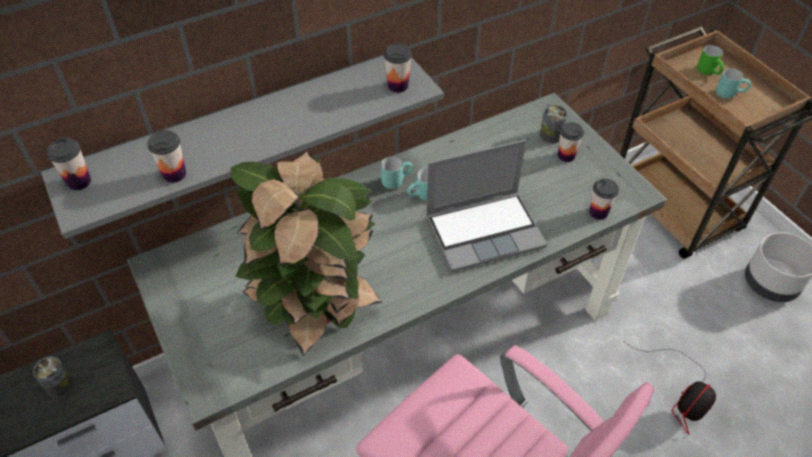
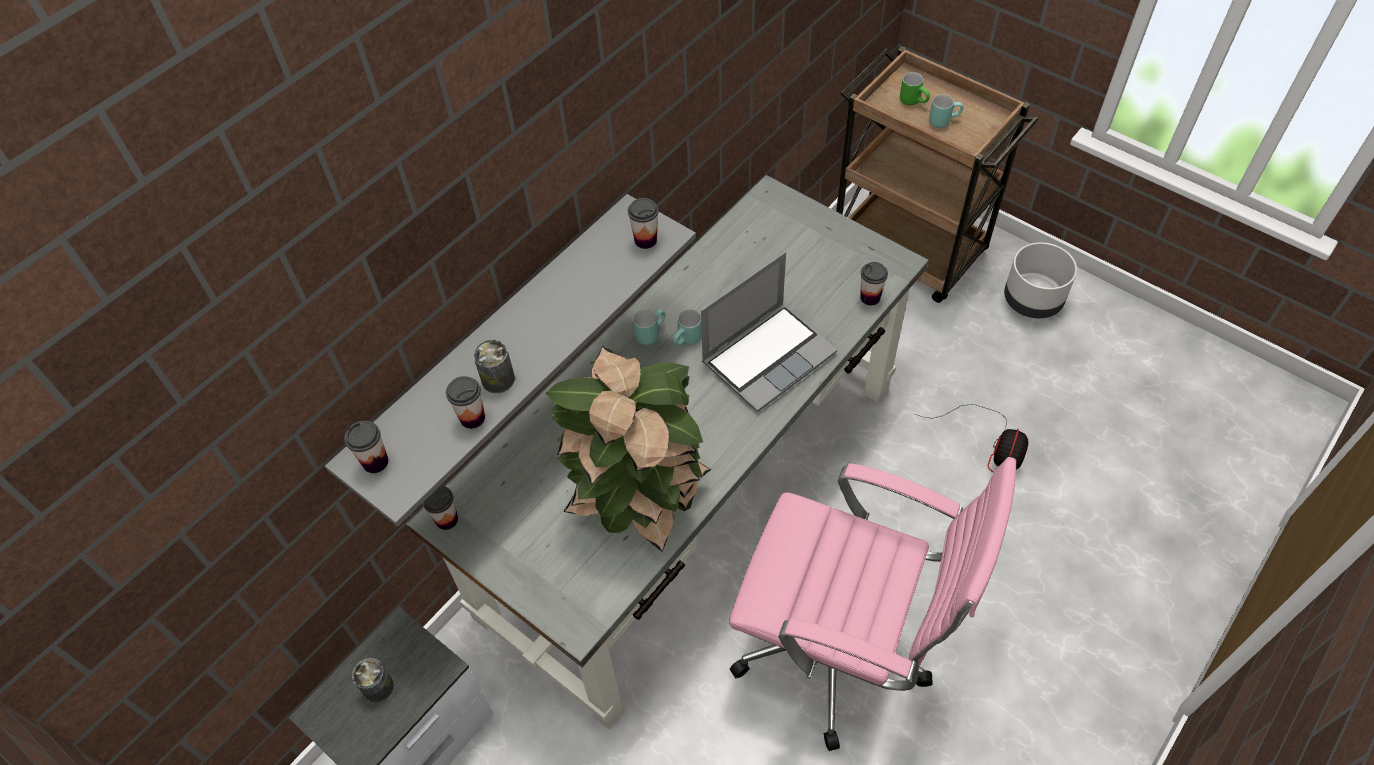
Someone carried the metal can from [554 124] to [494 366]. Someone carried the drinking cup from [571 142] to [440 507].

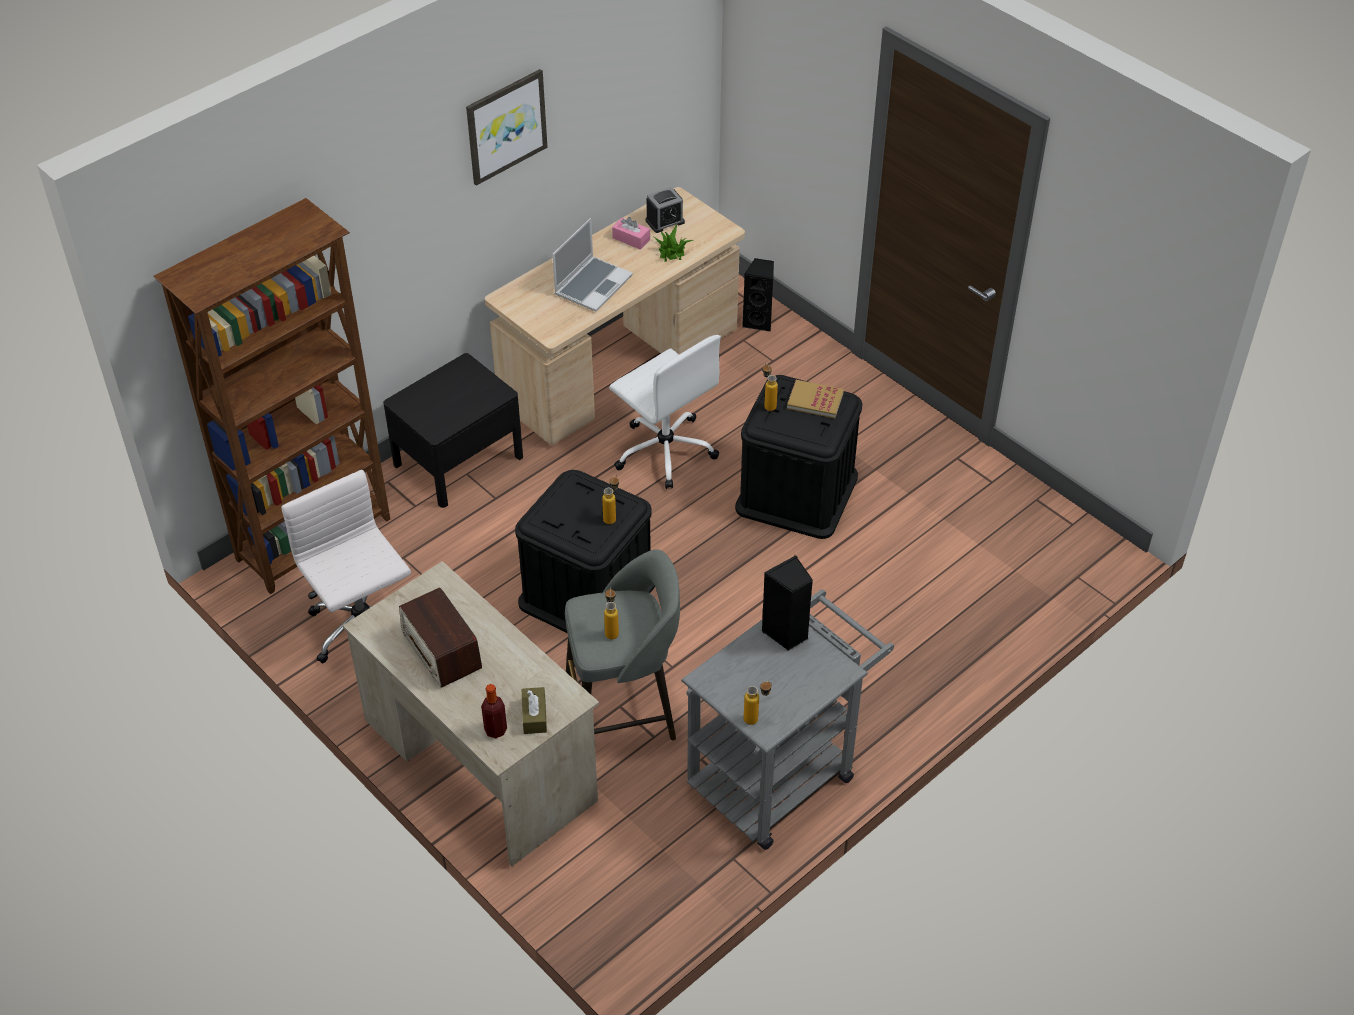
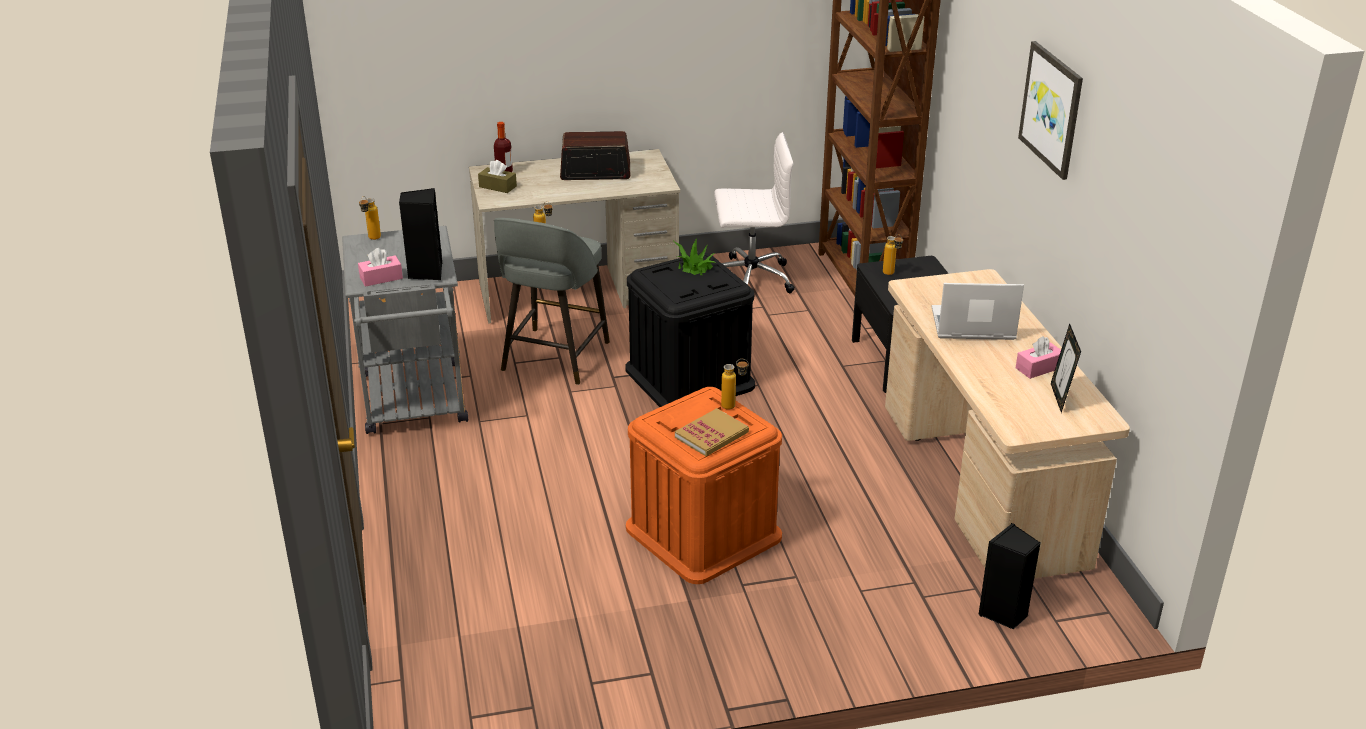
Someone took away the white-coloured office chair at [665 412]. Someone put down the pink tissue holder at [380 267]. Someone carried the bottle from [610 499] to [893 254]. Someone carried the houseplant from [674 243] to [694 256]. Someone swapped the bedside clock at [665 210] for the standing frame at [1066 368]. Someone repainted the black-coloured storage box at [798 457], which became the orange storage box at [704 485]. Someone rotated the notebook computer at [592 265] by 120 degrees clockwise.

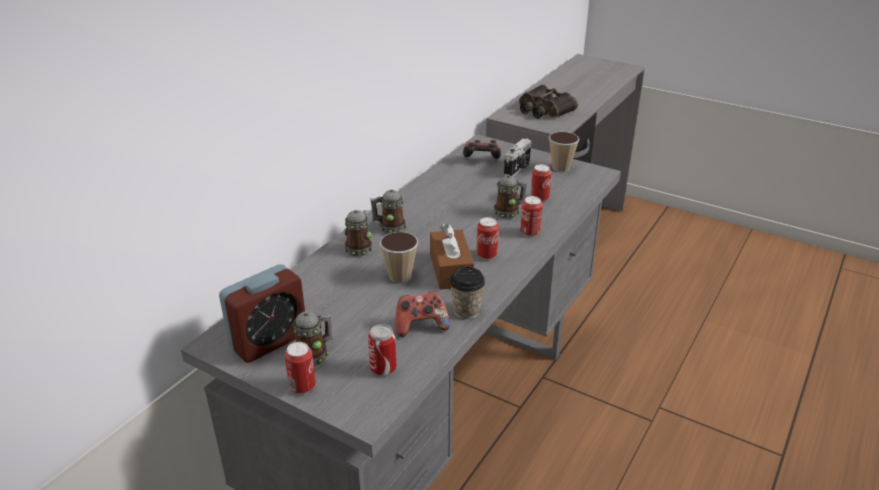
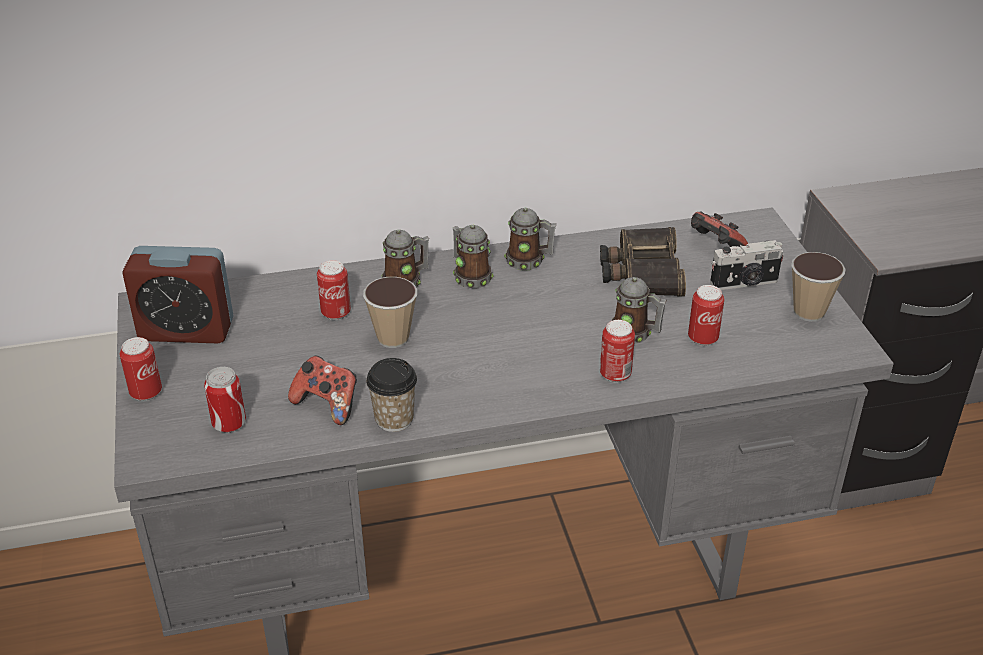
Someone took away the brown tissue holder at [452 257]. Someone carried the tea mug from [312 338] to [530 239]. Someone carried the metal can from [488 238] to [334 290]. Someone carried the binoculars from [548 102] to [643 262].

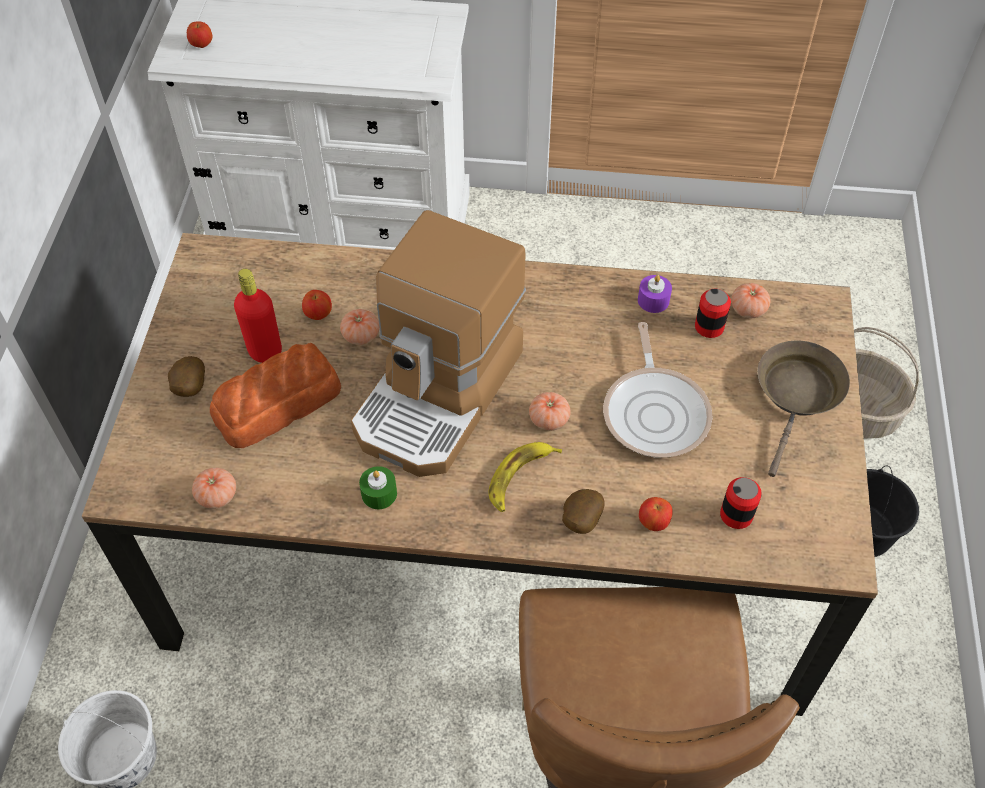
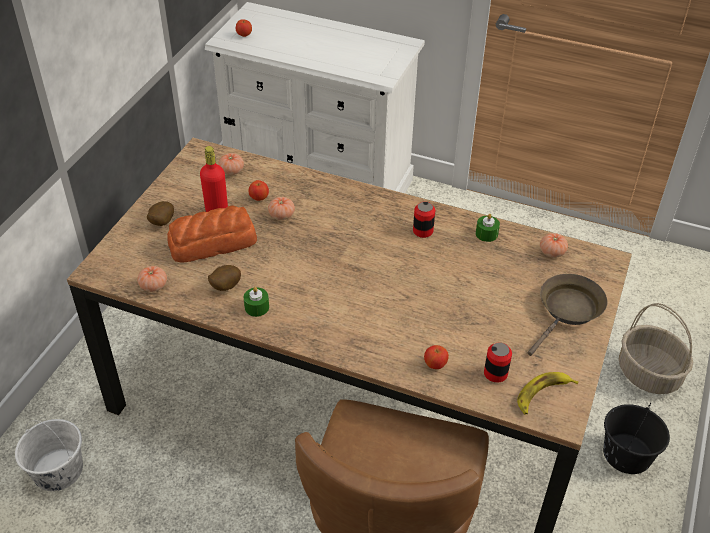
Someone took away the coffee machine at [438 343]. Someone took away the skillet at [658 390]. Someone carried the banana from [525 477] to [548 393]. Someone carried the tomato from [550 411] to [231 164]. Someone carried the potato from [583 511] to [224 278]. Someone carried the metal can from [713 313] to [424 220]. Someone repainted the purple-coloured wax candle at [655 294], which became the green wax candle at [488 228].

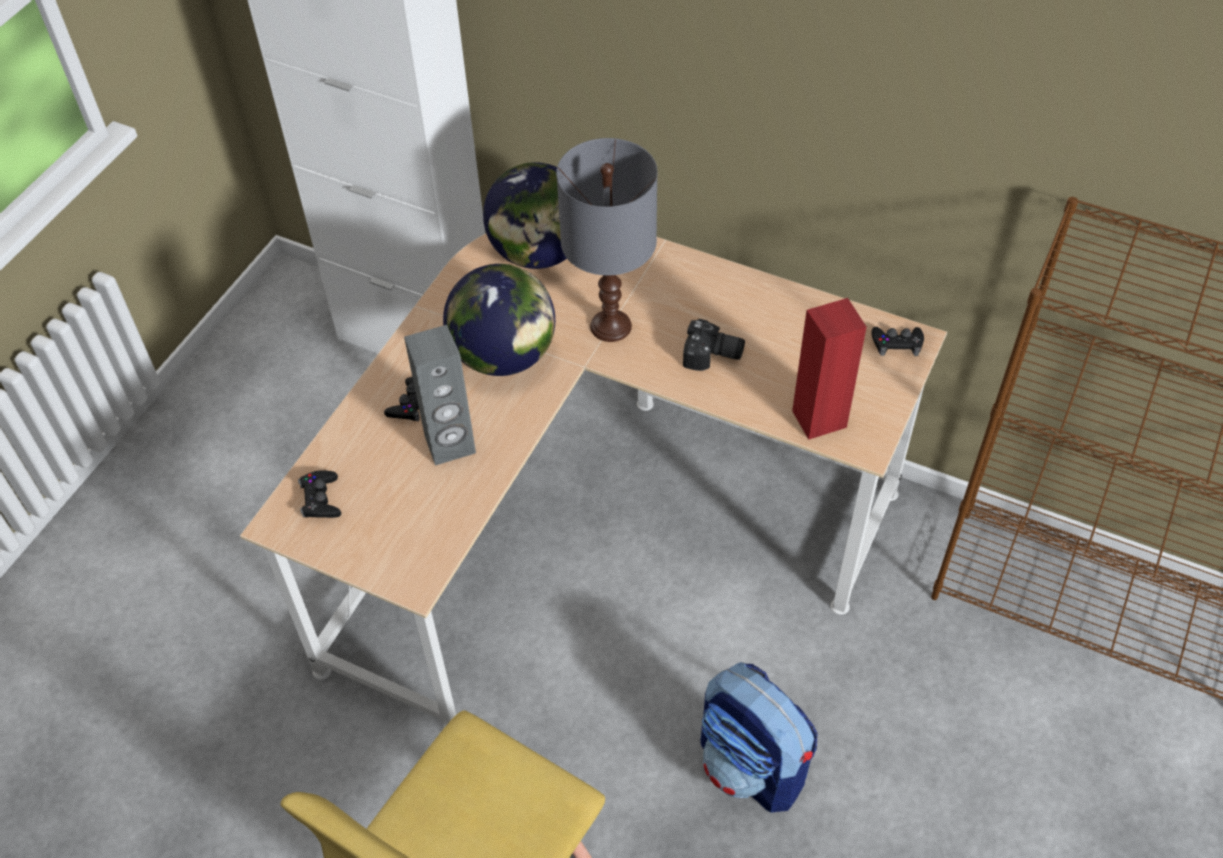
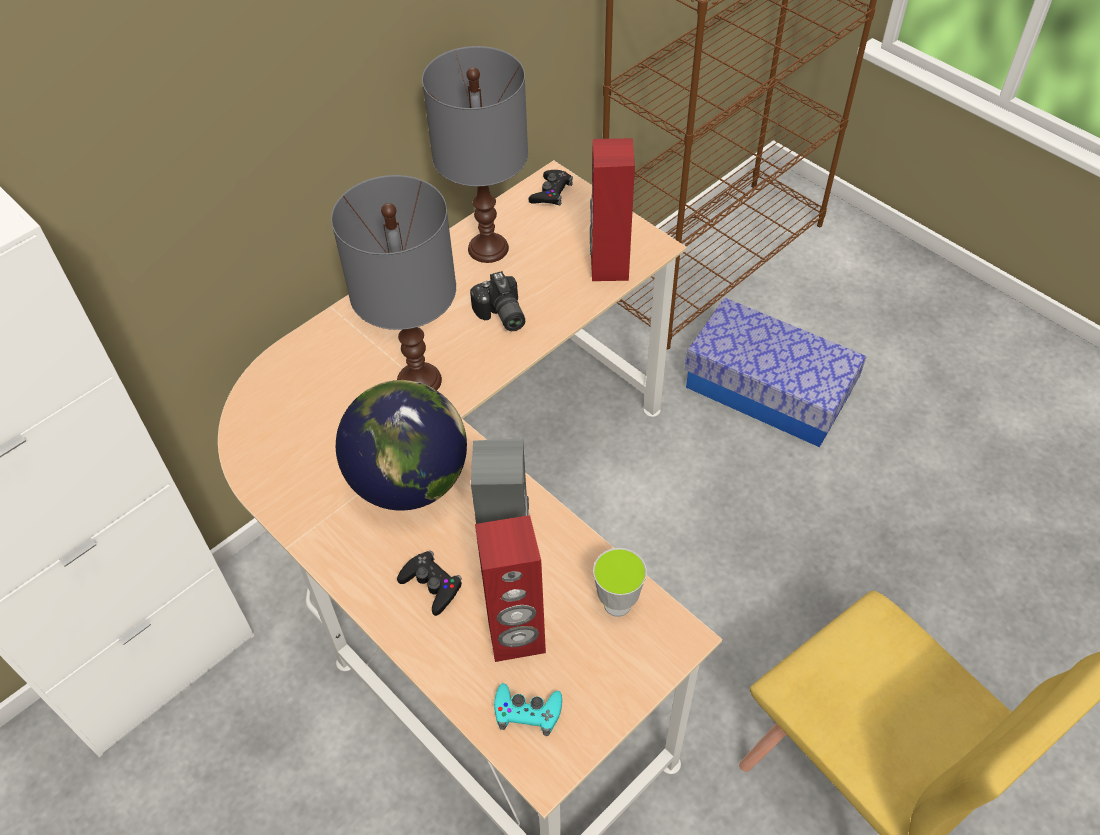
Someone took away the globe at [525 215]. Someone took away the rucksack at [758 737]. Someone put down the greyish tabletop lamp at [475 154]. Someone put down the red speaker at [510 588]. Someone put down the drinking cup at [620 582]. Someone put down the storage box at [775 372]. Someone repainted the black-coloured game controller at [319 494], which became the turquoise-coloured game controller at [528 709]. Someone rotated the still camera at [714 345] by 120 degrees clockwise.

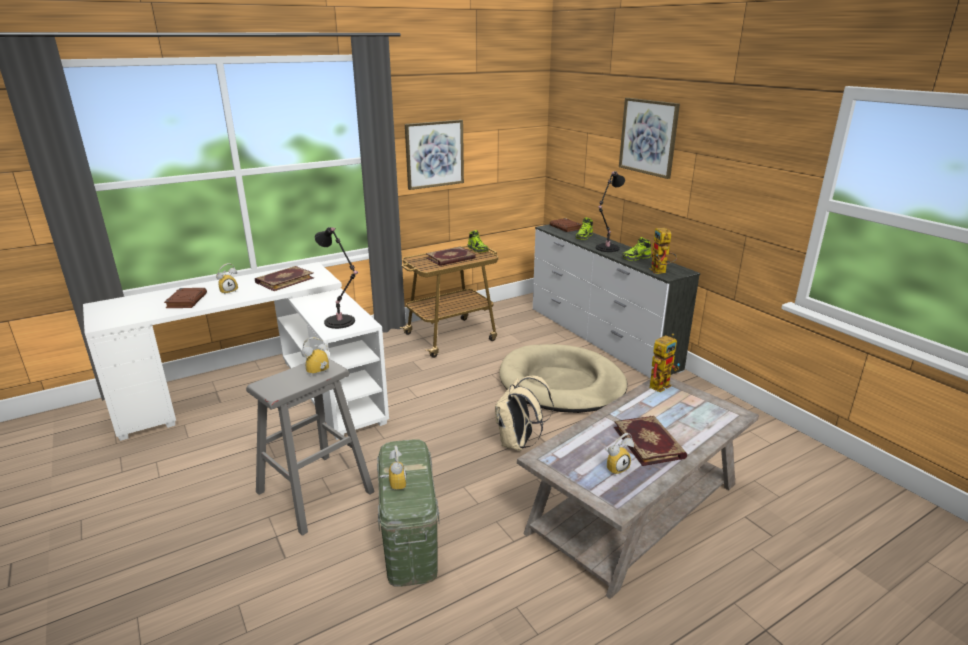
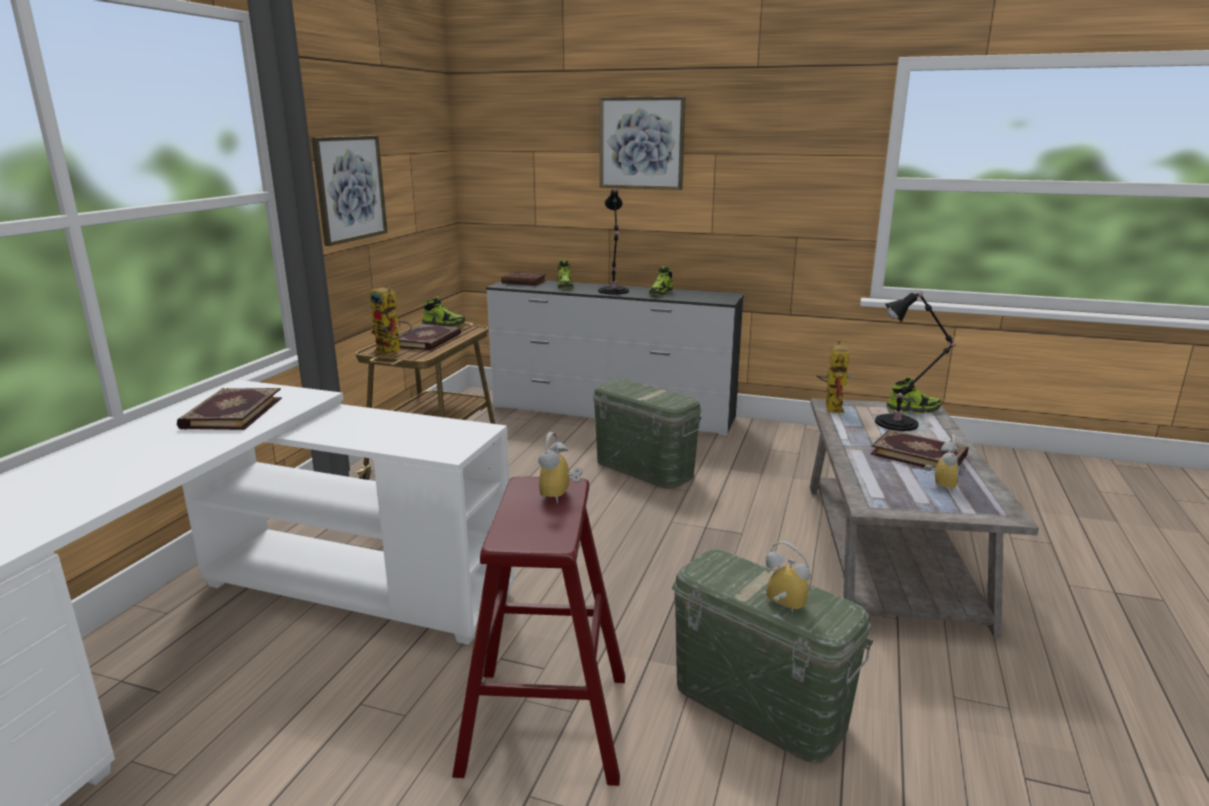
Someone took away the brown book at [185 298]. Someone took away the bedside clock at [227 278]. Someone took away the beige rucksack at [524 413]. Someone put down the low shoe at [914 396]. Someone carried the black-coloured tabletop lamp from [337 278] to [915 361]. Someone carried the toy robot from [663 251] to [390 321]. Someone swapped the beige dog bed at [563 378] for the green storage box at [647 434]. Someone repainted the greyish stool seat at [310 447], which became the red stool seat at [538 631].

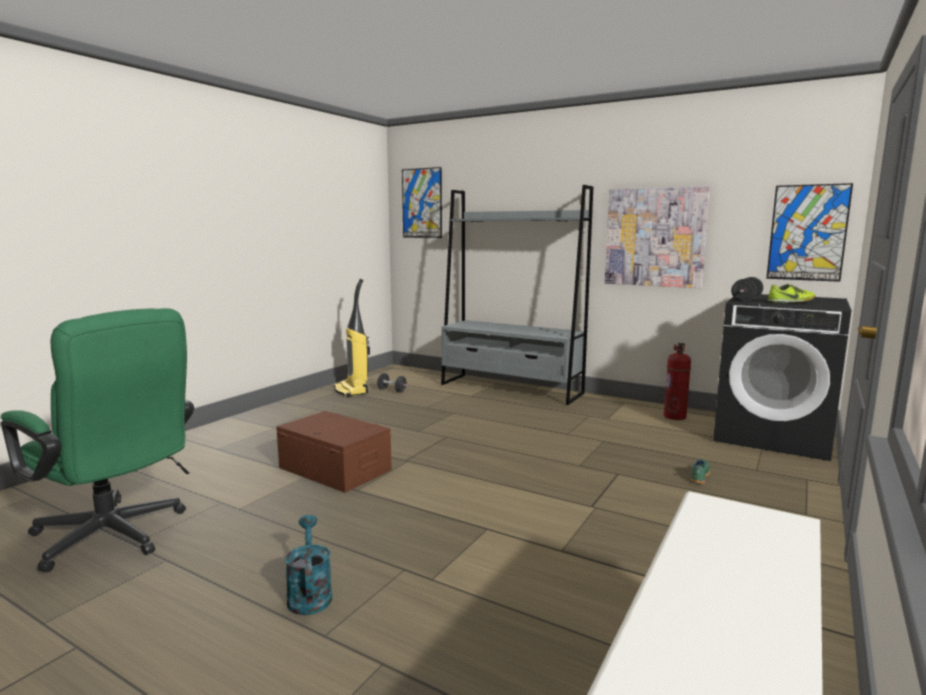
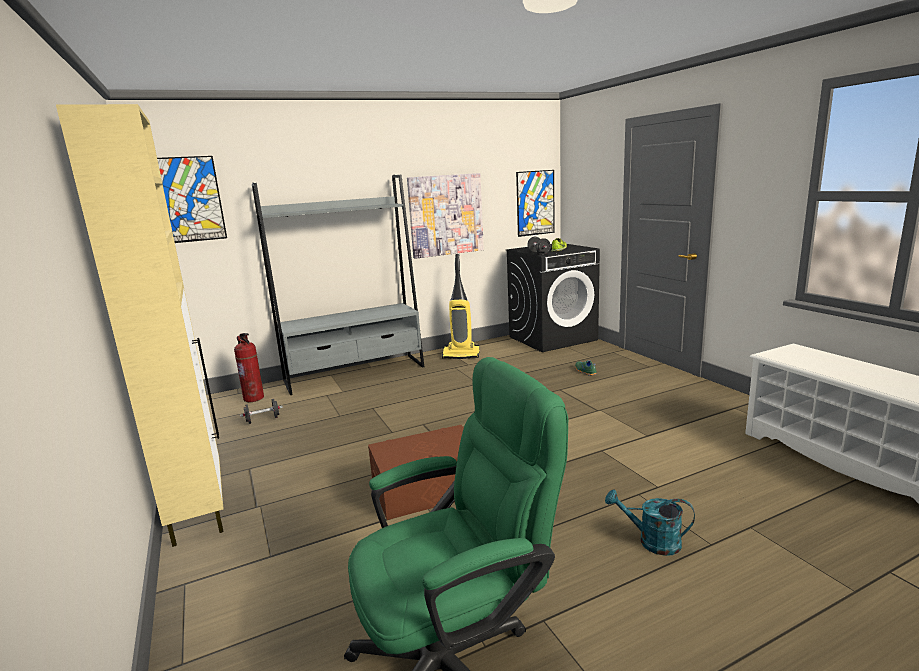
Someone put down the beige cabinet at [140 325]. Someone carried the hoover from [352 338] to [461 306]. Someone carried the fire extinguisher from [677 381] to [249 367].

